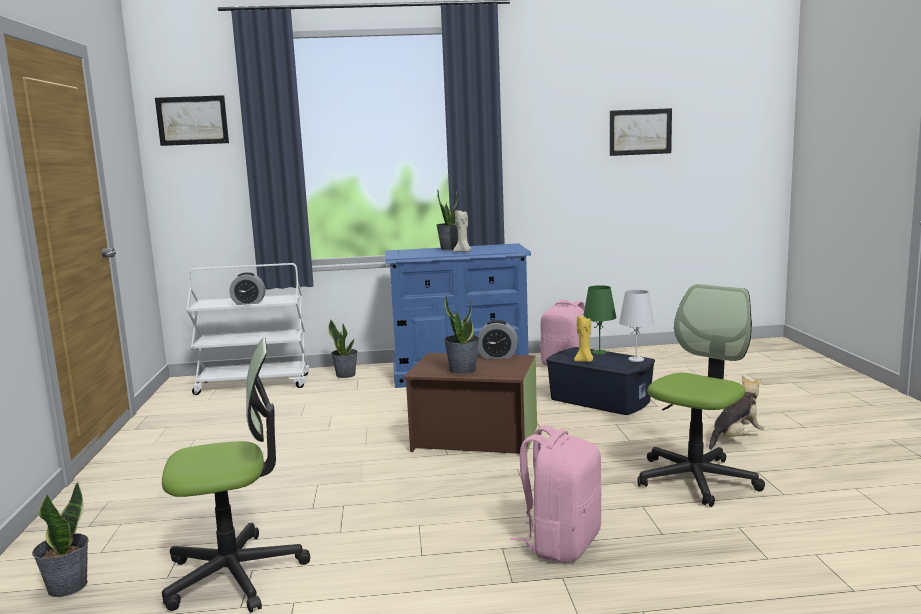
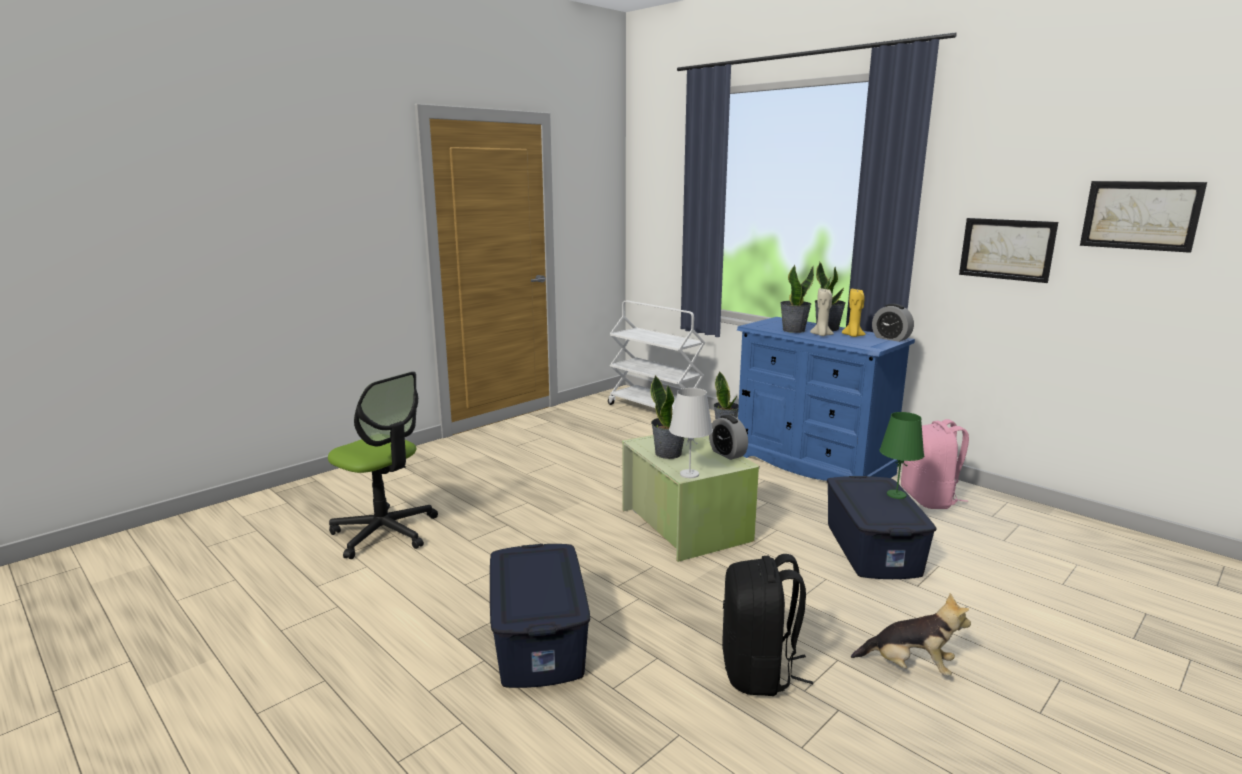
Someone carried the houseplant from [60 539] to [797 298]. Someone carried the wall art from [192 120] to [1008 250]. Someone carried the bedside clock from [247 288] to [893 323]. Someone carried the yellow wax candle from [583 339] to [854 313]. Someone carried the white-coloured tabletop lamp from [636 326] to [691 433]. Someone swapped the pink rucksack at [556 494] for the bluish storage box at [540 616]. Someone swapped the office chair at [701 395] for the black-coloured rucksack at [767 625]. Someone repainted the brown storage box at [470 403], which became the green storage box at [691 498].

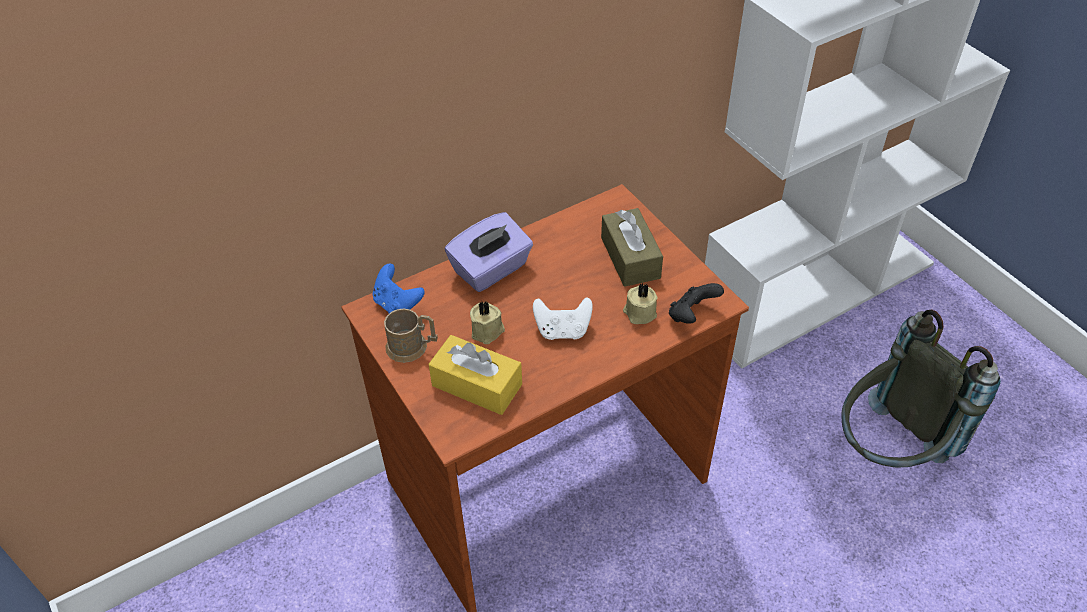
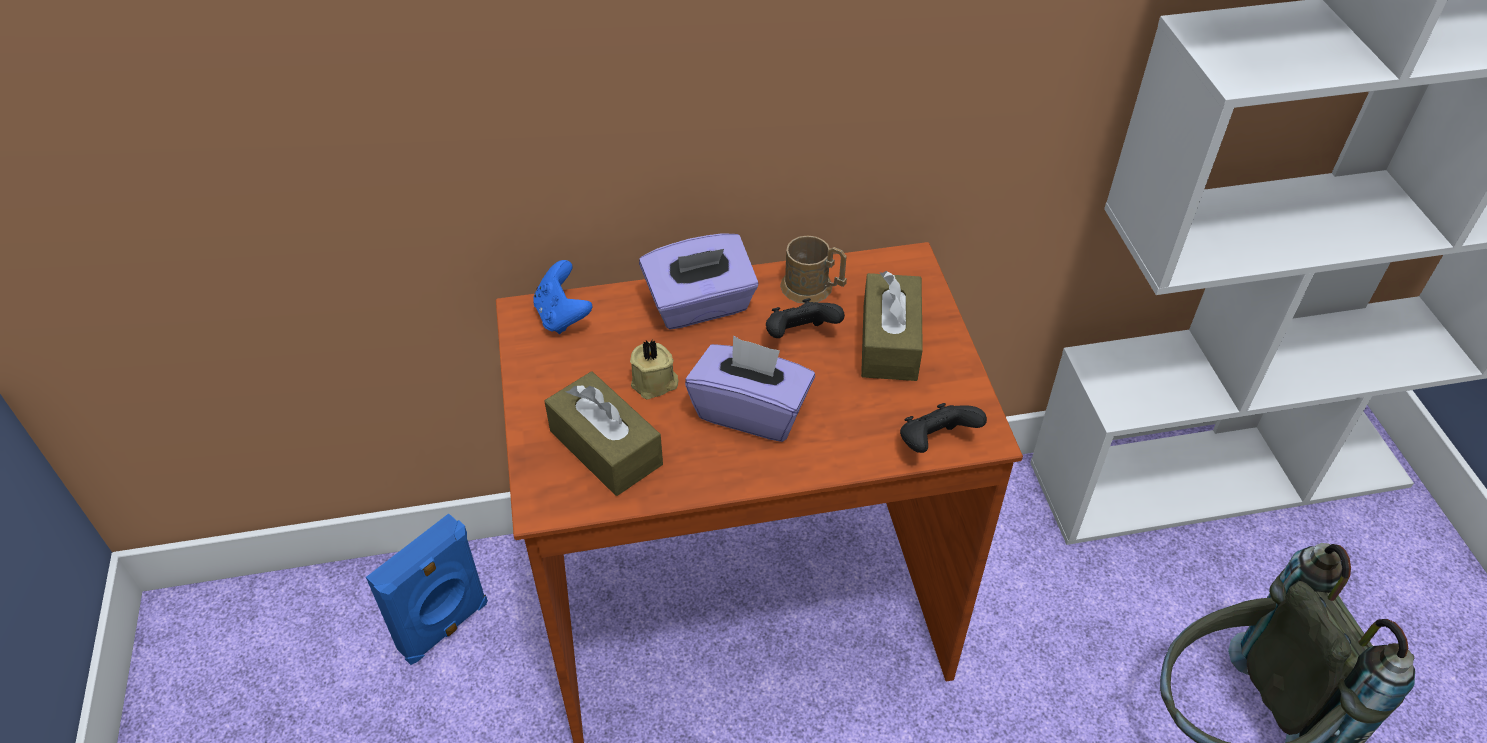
Someone took away the beige wax candle at [640 303]. Someone put down the bluish speaker at [427 589]. Someone put down the black-coloured game controller at [805 318]. Someone carried the brown tea mug from [411 335] to [813 269]. Someone swapped the white-coloured game controller at [563 318] for the purple-coloured tissue holder at [750 389]. Someone repainted the yellow tissue holder at [475 375], which became the brown tissue holder at [603 433].

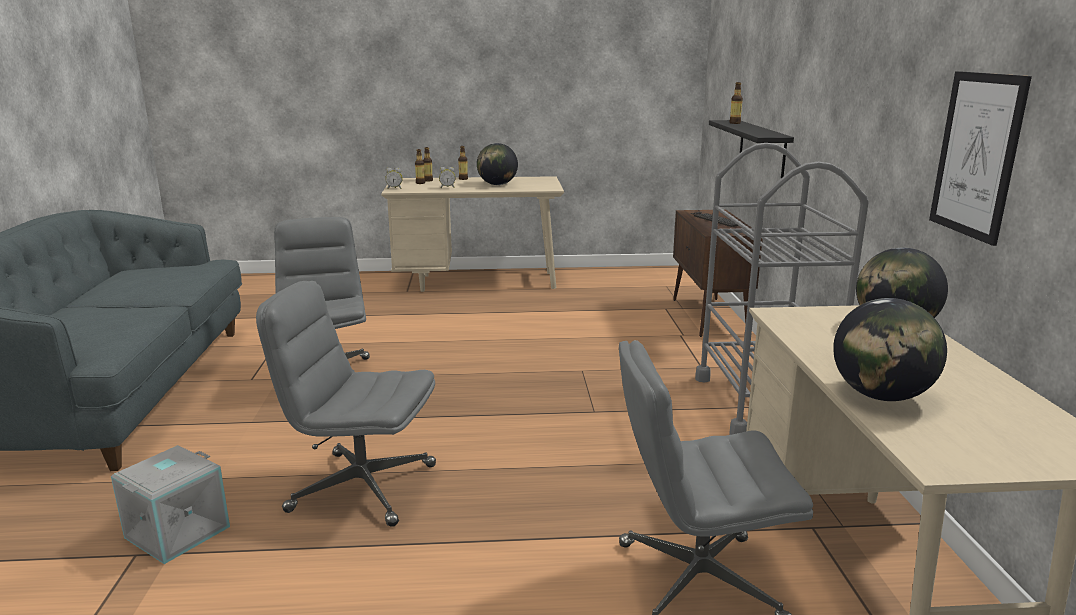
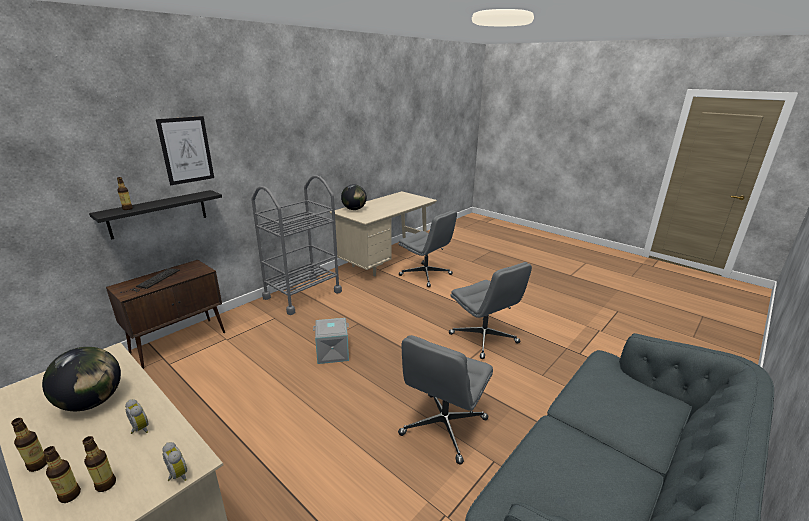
Someone took away the globe at [890 349]. Someone carried the greyish storage box from [170 504] to [331 341]. Someone carried the wall art from [980 158] to [185 150].

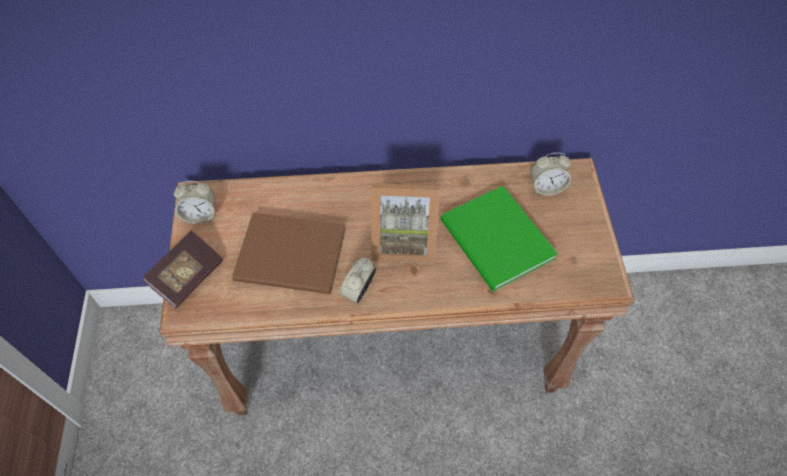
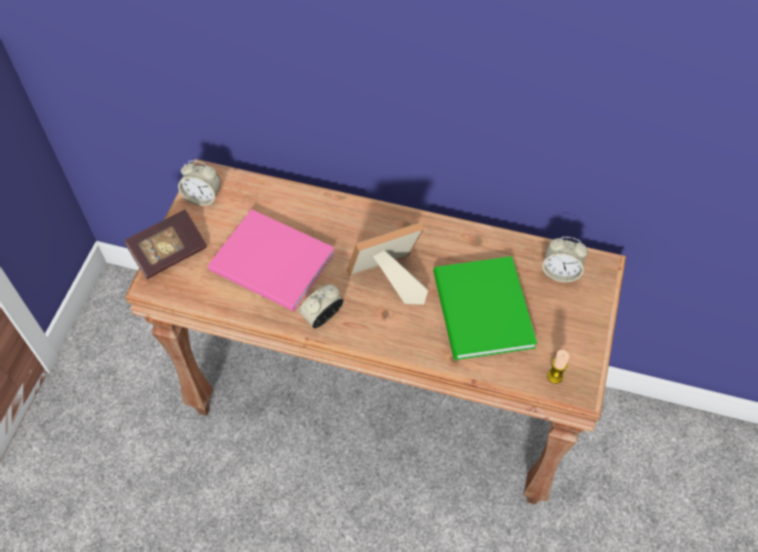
Someone put down the wax candle at [558 367]. Someone repainted the brown book at [288 253], which became the pink book at [271 260]. Someone rotated the standing frame at [405 223] by 135 degrees clockwise.

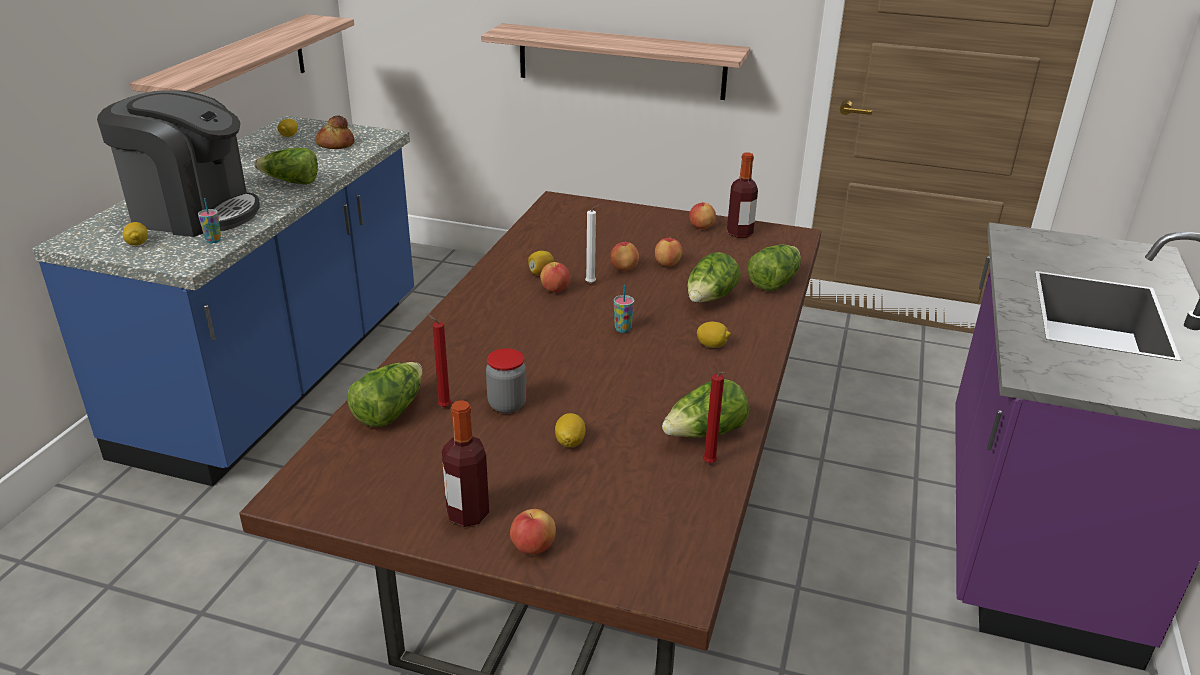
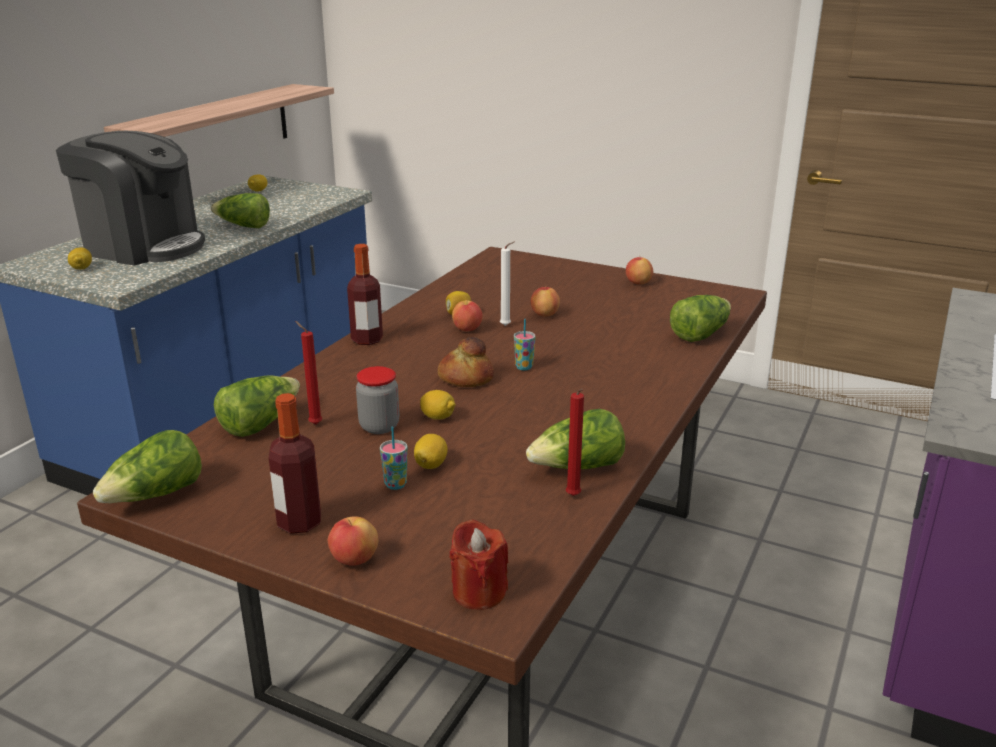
Someone took away the shelf at [615 61]. Someone took away the apple fruit at [669 252]. Someone put down the red wax candle at [479 564]. Someone carried the drinking cup from [209 220] to [394 458]. Someone carried the bakery bread from [335 132] to [466 362]. Someone carried the lettuce head from [714 277] to [147 466]. Someone carried the citrus fruit from [714 335] to [438 405]. Someone carried the bottle from [742 195] to [365 294].

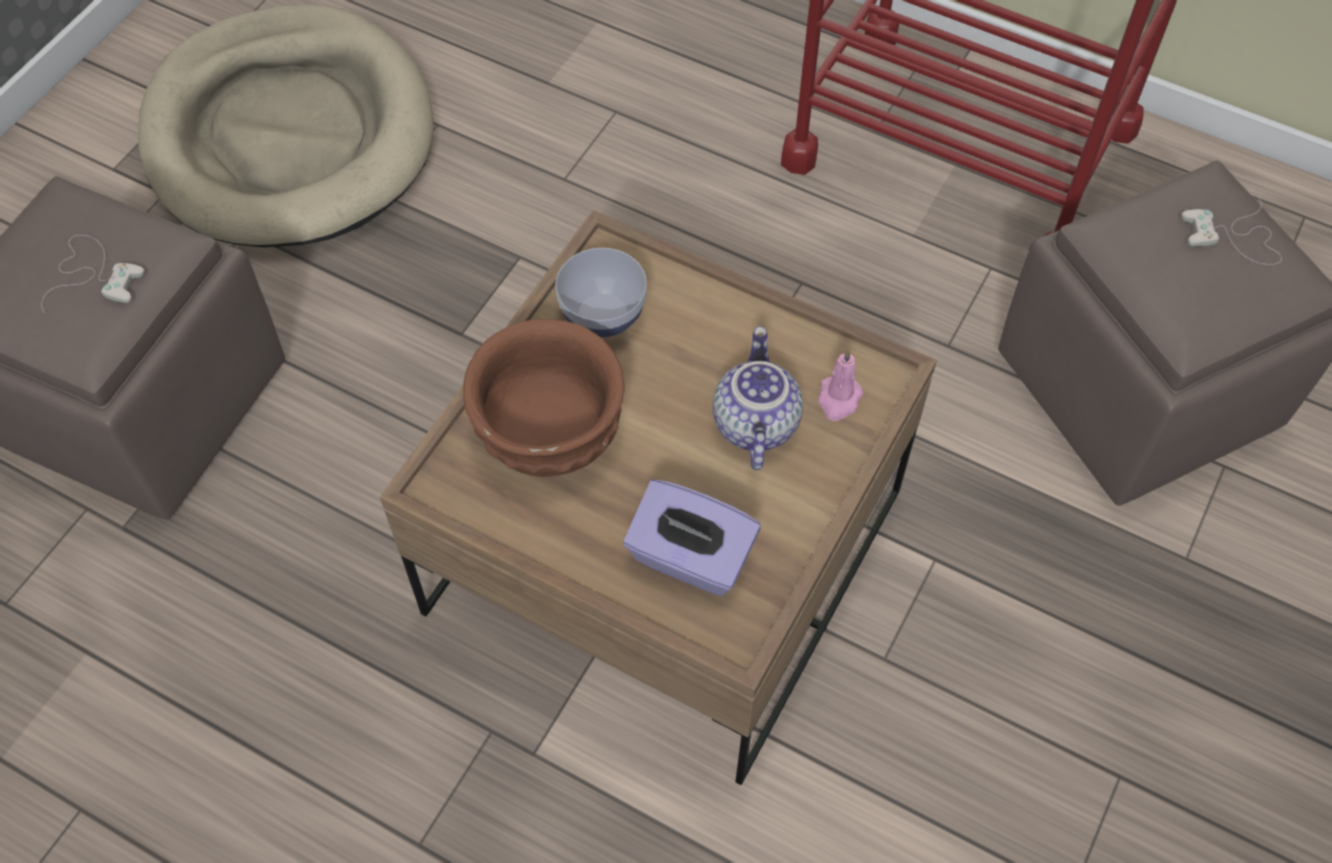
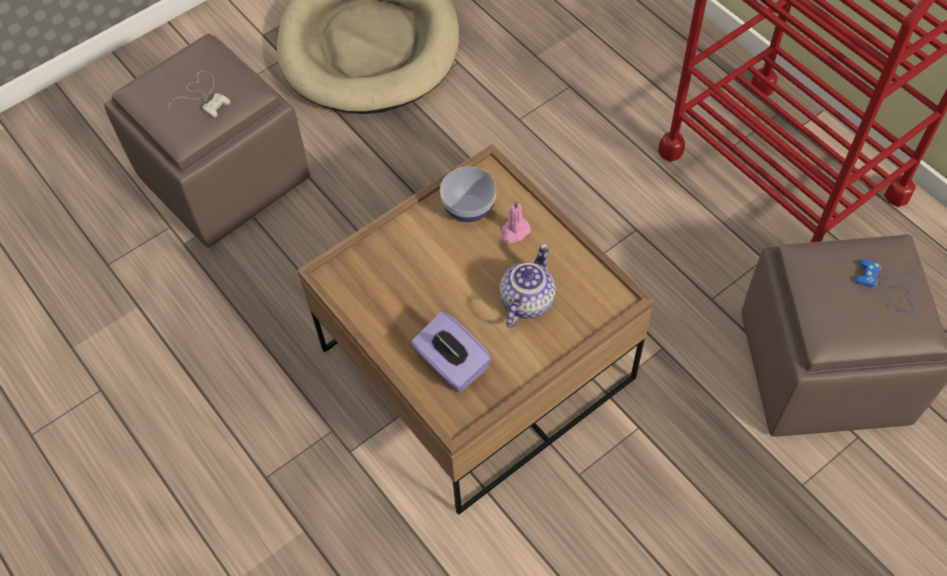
Someone took away the brown deep dish at [543 398]. Someone carried the pink wax candle from [841 385] to [516 222]. Someone repainted the white-coloured game controller at [1231 226], which became the bluish game controller at [888 286].

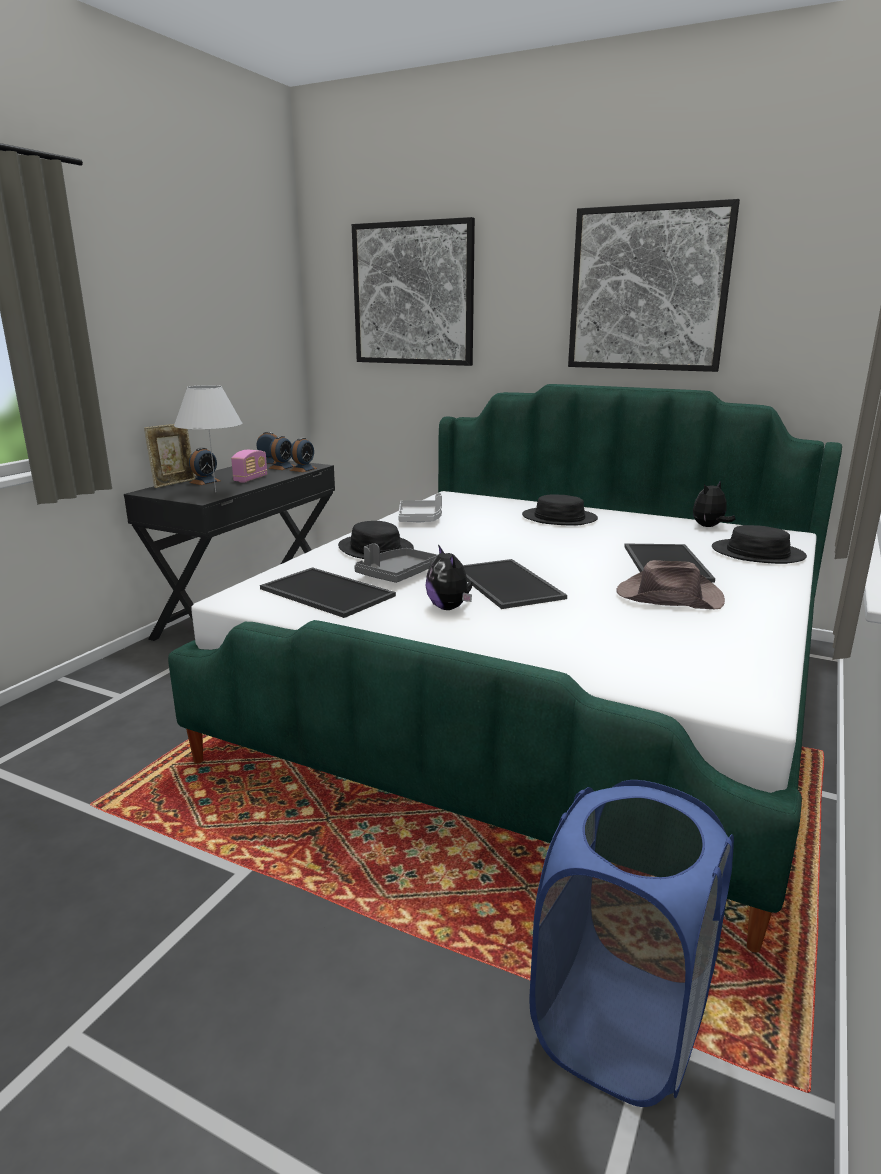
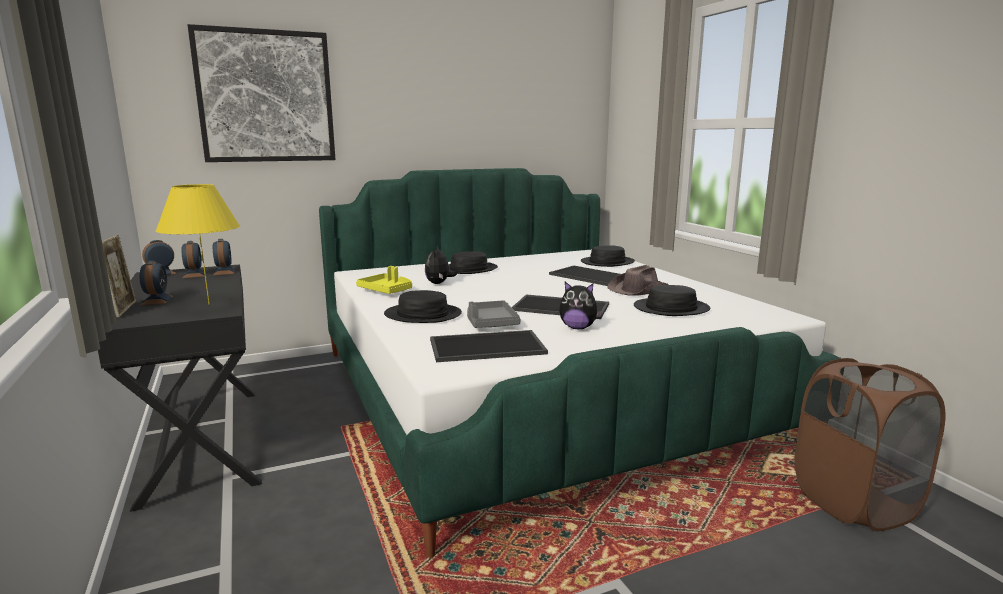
Someone took away the radio at [249 466]. Someone took away the wall art at [654 285]. Someone put down the black-coloured hat at [672 300]. Someone carried the cuddly toy from [714 504] to [441 264]. Someone repainted the white-coloured tabletop lamp at [208 438], which became the yellow tabletop lamp at [198 244]. Someone repainted the greyish serving tray at [420 507], which became the yellow serving tray at [384 280]. Someone repainted the bluish washing basket at [632 943], which became the brown washing basket at [870 445].

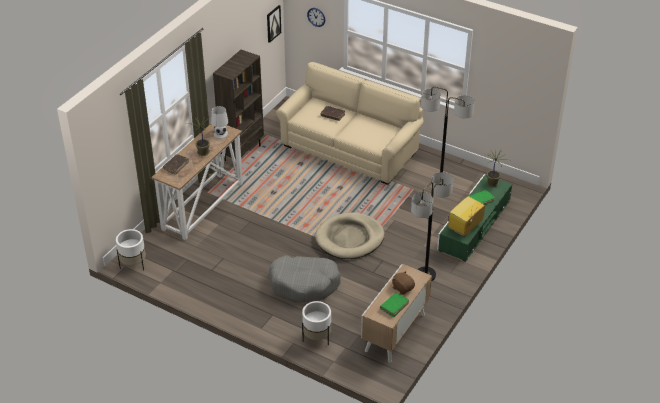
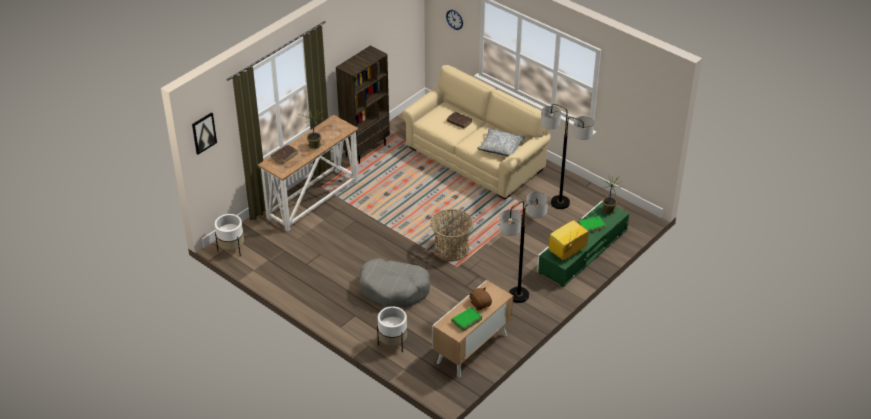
Someone took away the white-coloured tabletop lamp at [220 122]. Someone put down the cushion at [501 142]. Someone carried the wall art from [274 24] to [204 133]. Someone swapped the beige dog bed at [349 236] for the storage basket at [452 235].

